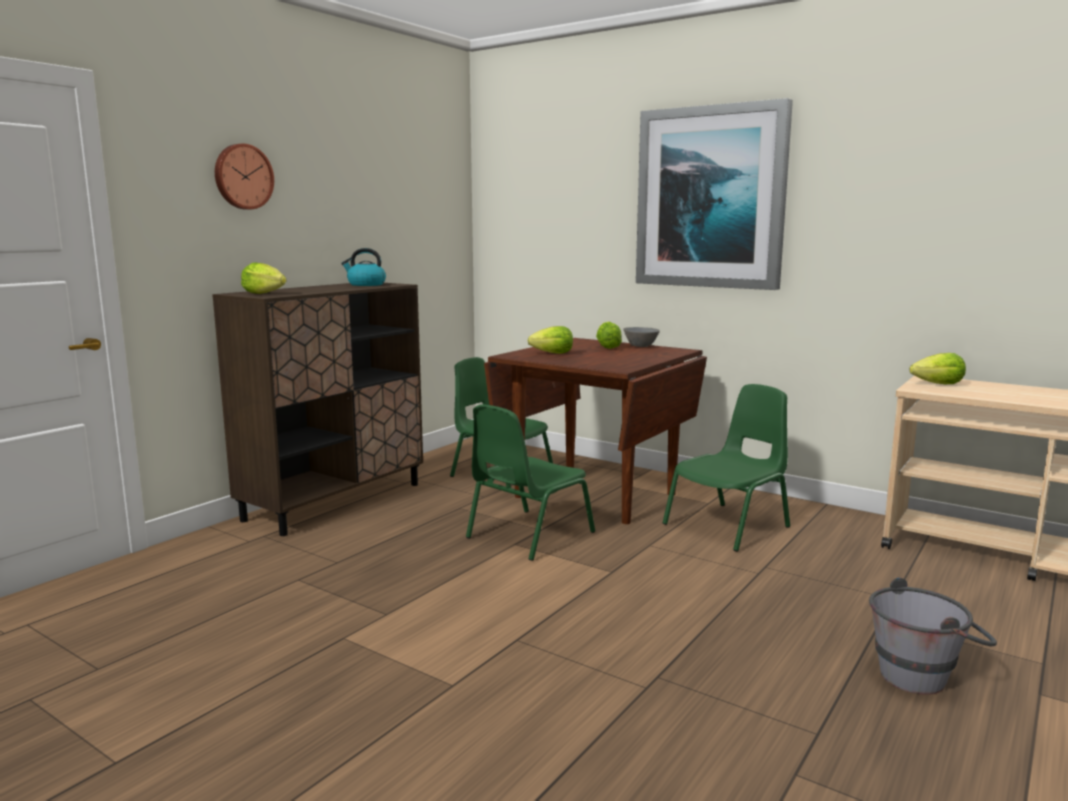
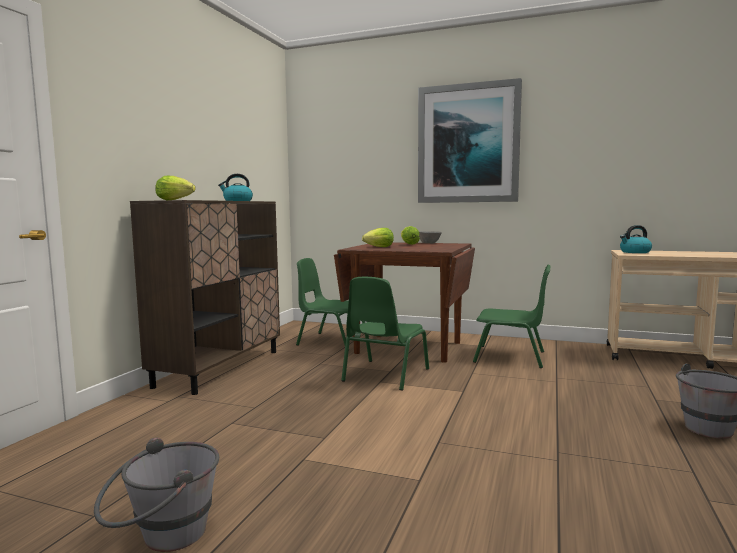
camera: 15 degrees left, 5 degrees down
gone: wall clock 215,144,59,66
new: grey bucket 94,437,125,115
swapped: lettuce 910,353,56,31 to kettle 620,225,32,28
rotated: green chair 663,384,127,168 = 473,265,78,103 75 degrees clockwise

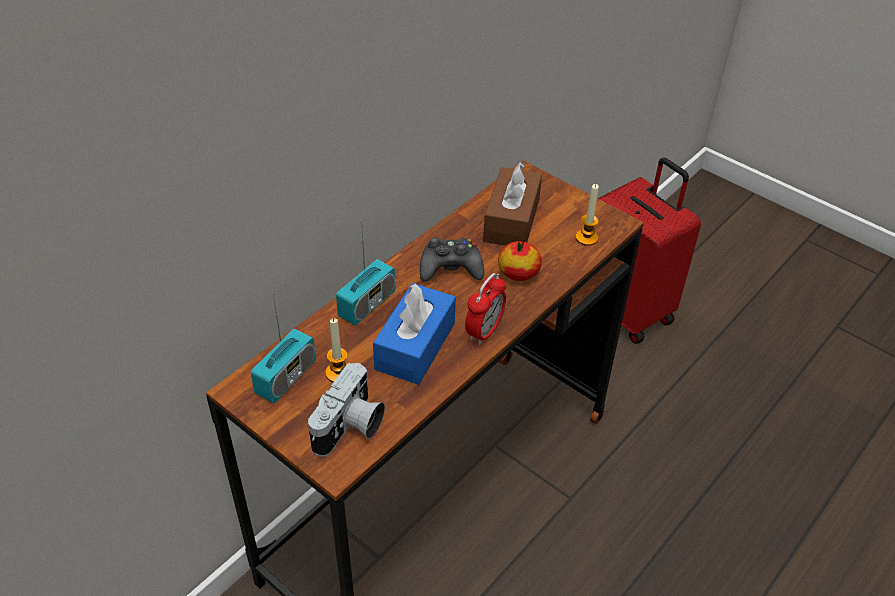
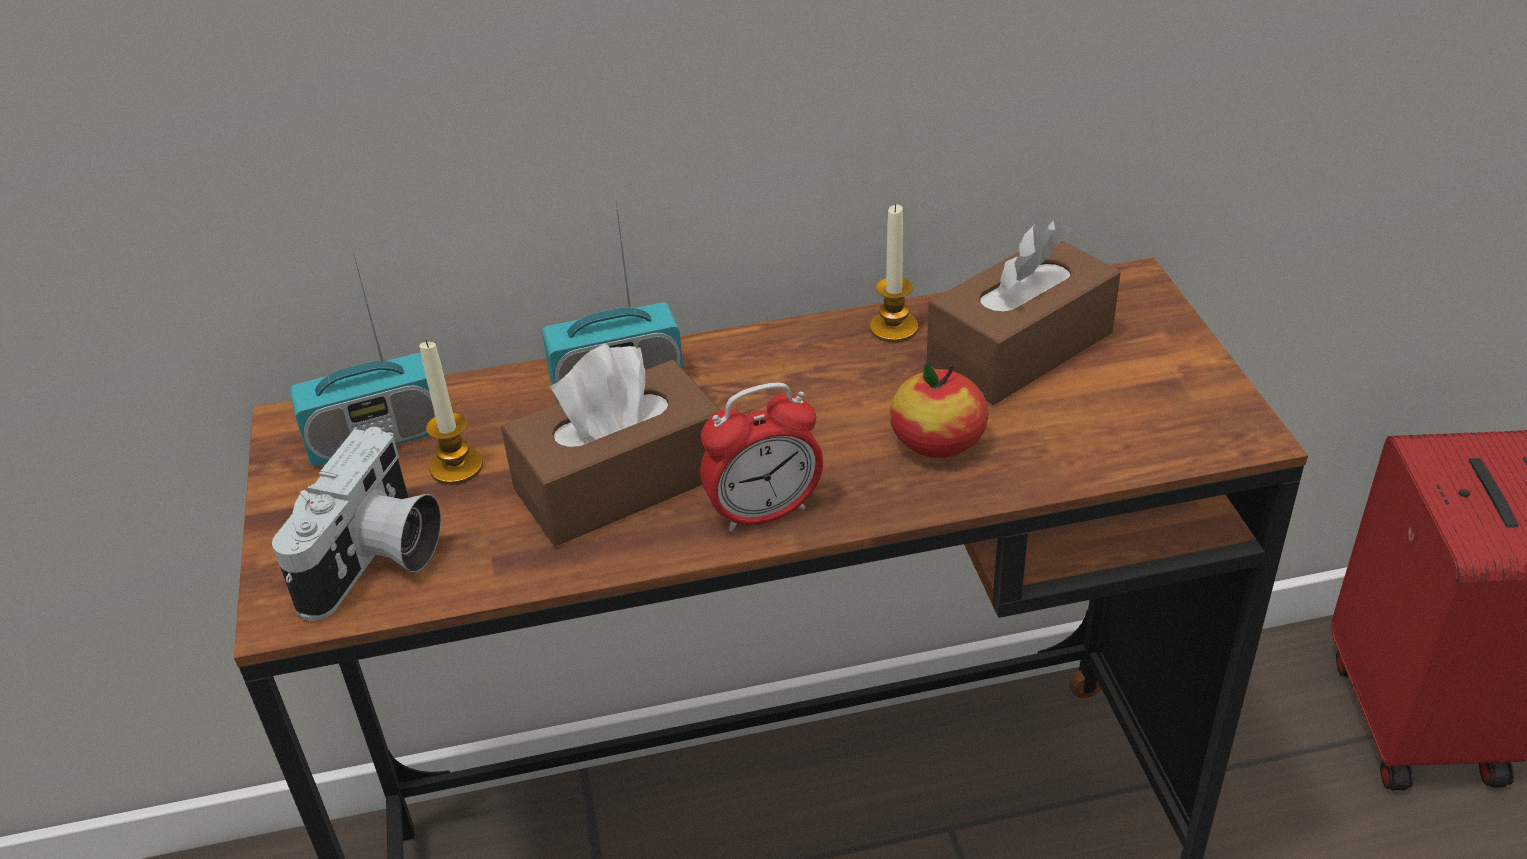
camera: 40 degrees right, 5 degrees down
gone: black game controller 420,237,64,44
shifted: candle 575,184,24,62 to 870,204,48,138
repainted: blue tissue box 373,283,83,102 to brown tissue box 501,344,220,202
rotated: photo camera 308,363,77,94 = 272,427,169,194 45 degrees counterclockwise

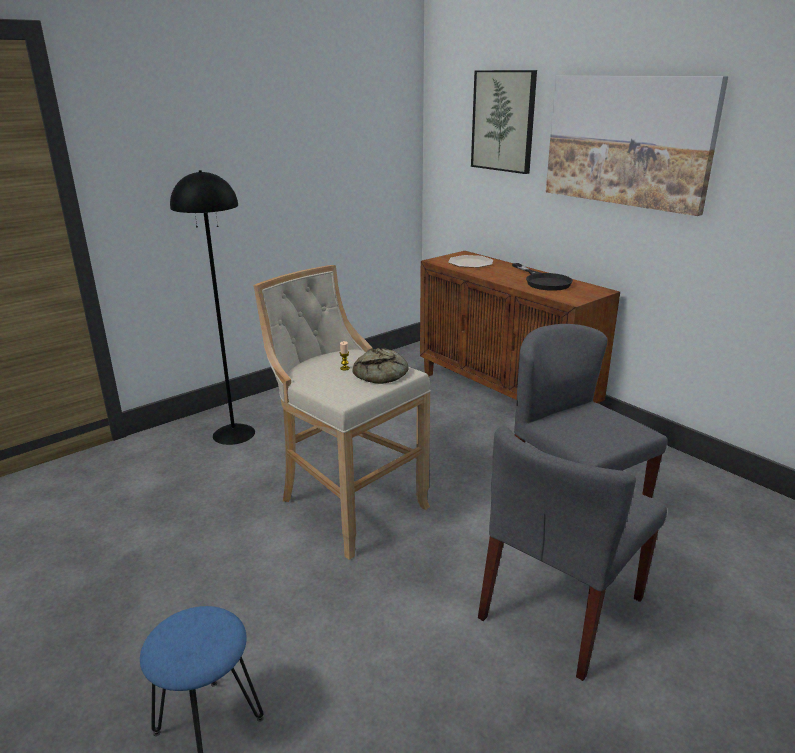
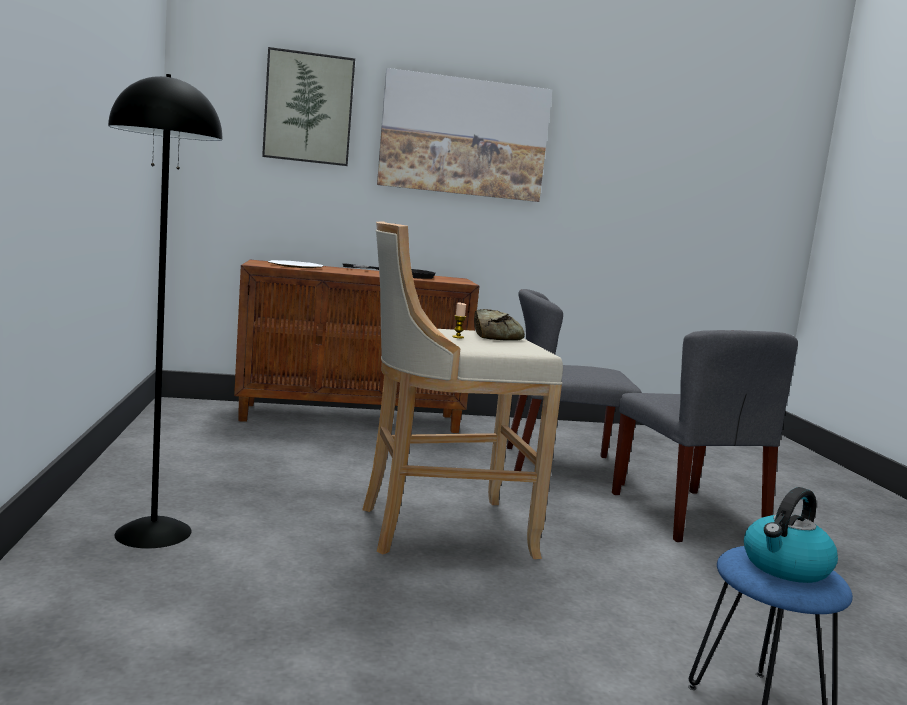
camera: 60 degrees left, 15 degrees down
new: kettle 744,487,94,96

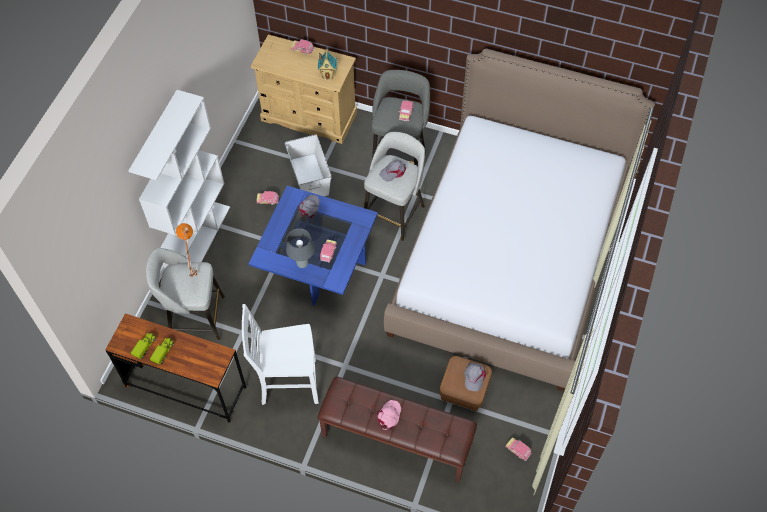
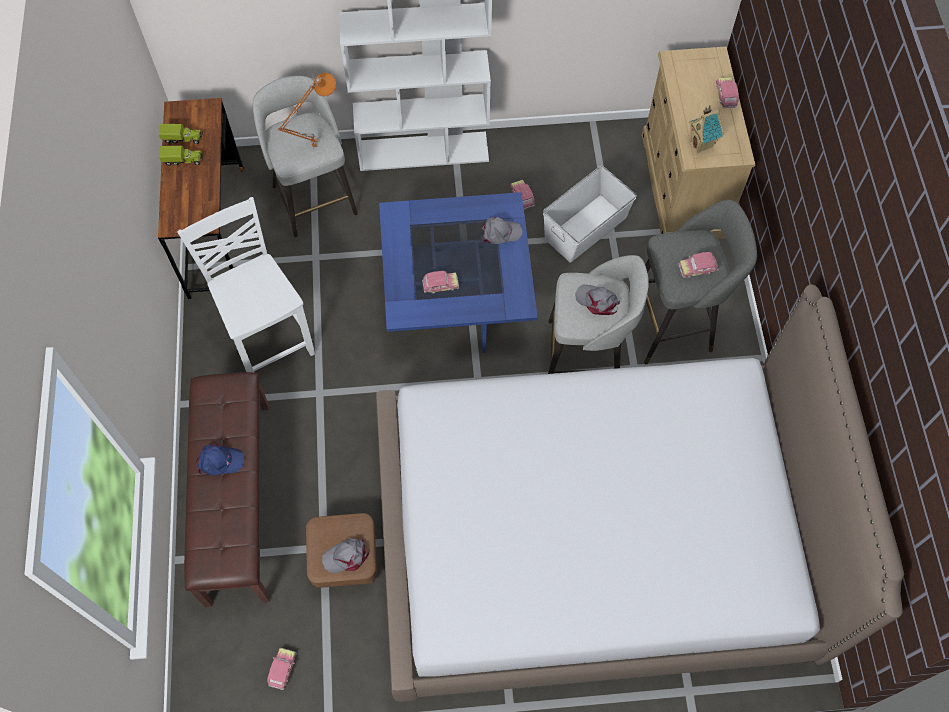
camera: 65 degrees right, 5 degrees up
gone: grey table lamp 286,229,29,39
repainted: pink cap 377,400,24,30 to blue cap 196,444,48,32

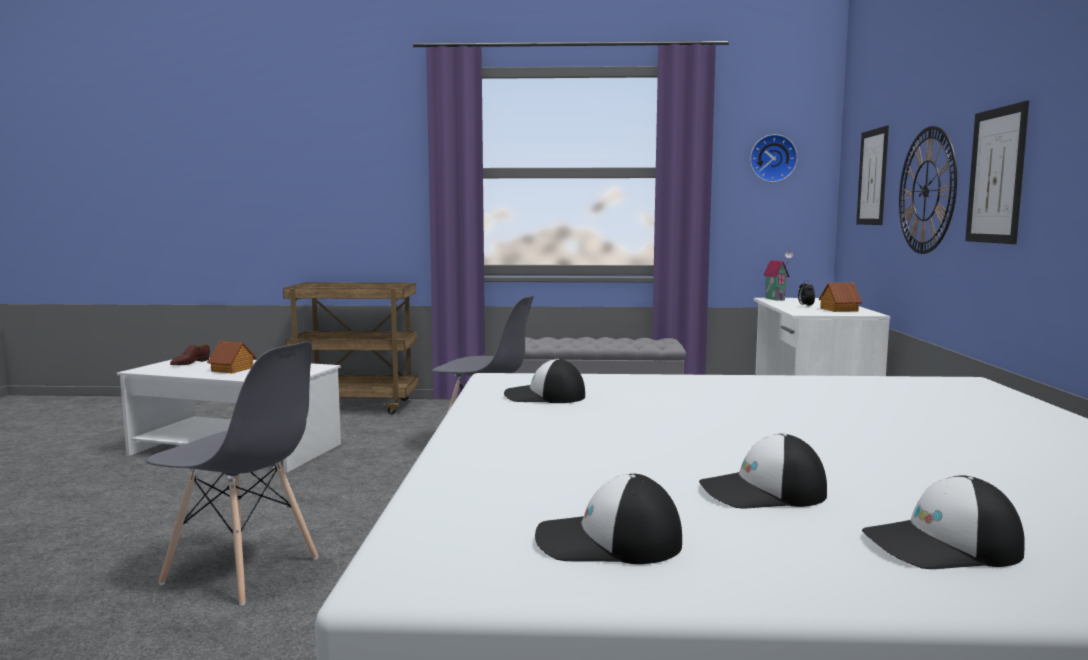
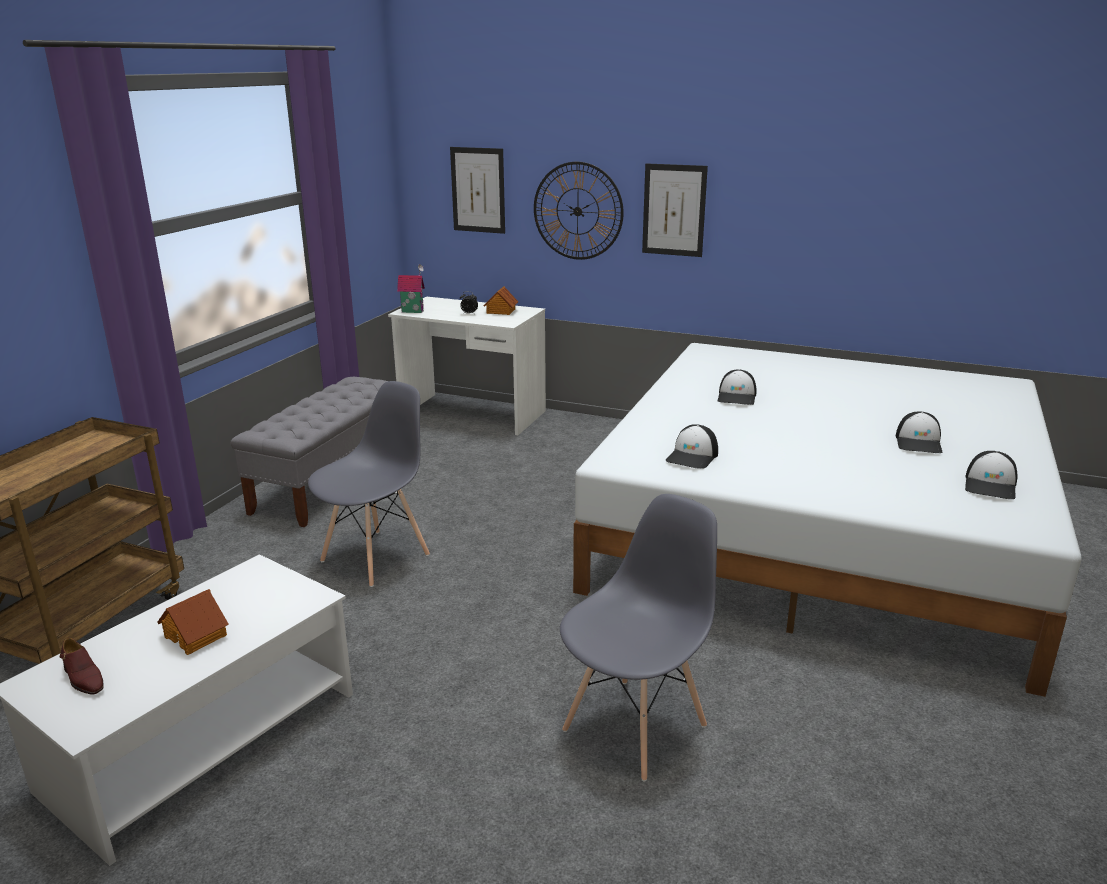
camera: 70 degrees left, 15 degrees up
gone: wall clock 750,134,48,48
shifted: cap 862,475,163,94 to 718,370,39,35

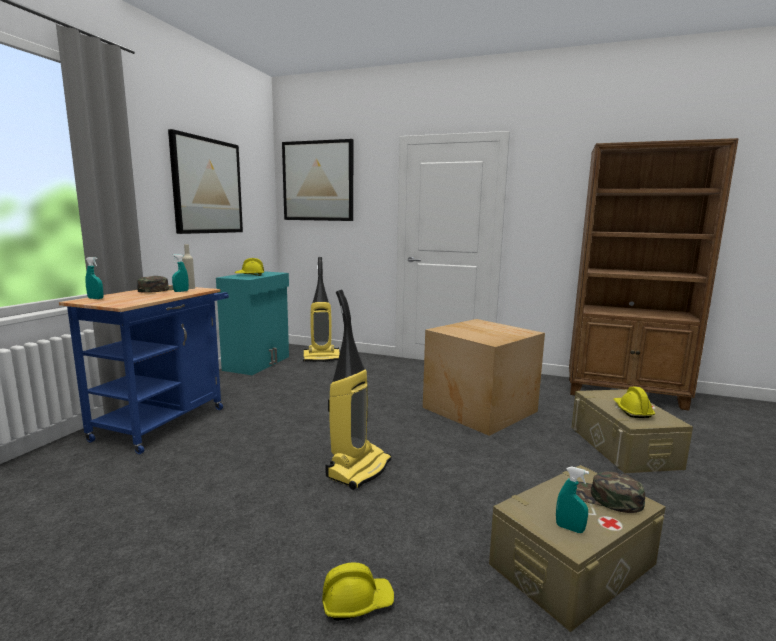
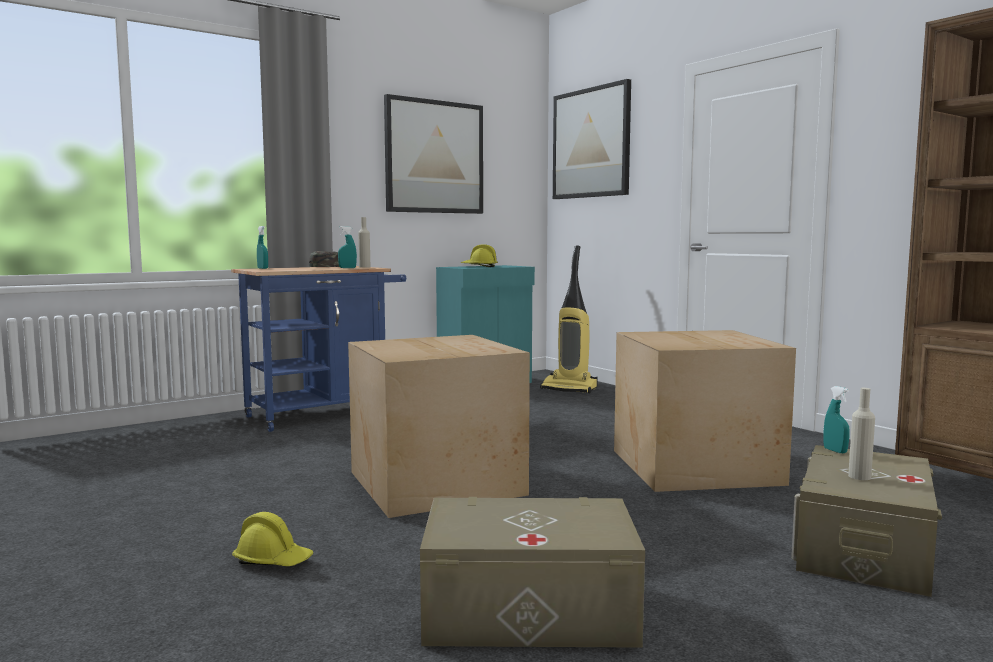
camera: 35 degrees right, 5 degrees down
gone: green cap 576,471,69,42
shifted: turquoise spray bottle 556,466,33,67 to 823,386,27,67
swapped: vacuum cleaner 326,290,65,200 to cardboard box 348,335,182,183; yellow hard hat 614,387,41,31 to beige bottle 848,388,27,92

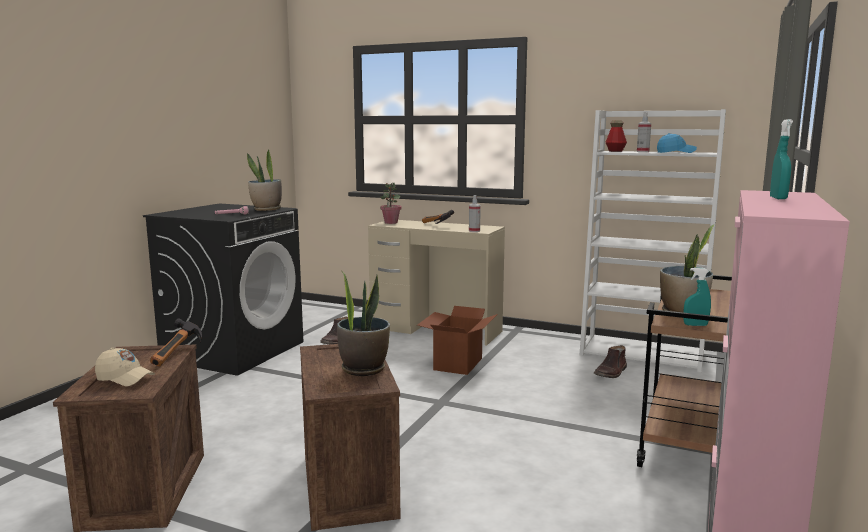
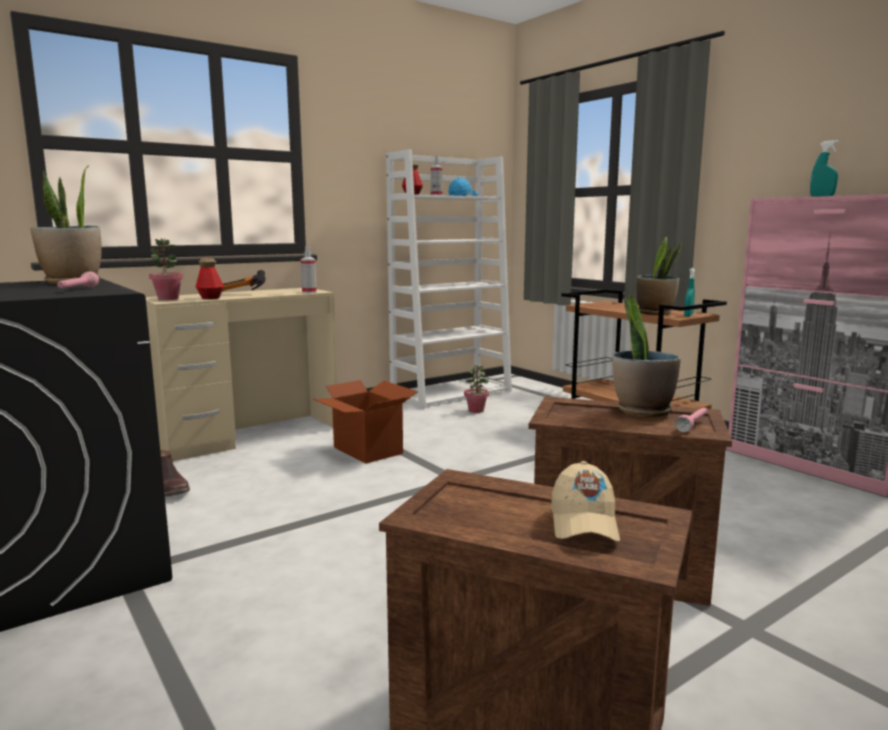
camera: 60 degrees left, 0 degrees up
gone: hammer 150,318,52,49
new: bottle 196,258,28,41; pink flashlight 675,407,32,25
swapped: brown boot 594,345,33,33 to potted plant 464,365,25,48
rotated: beige cap 95,348,60,38 = 551,461,69,81 135 degrees clockwise

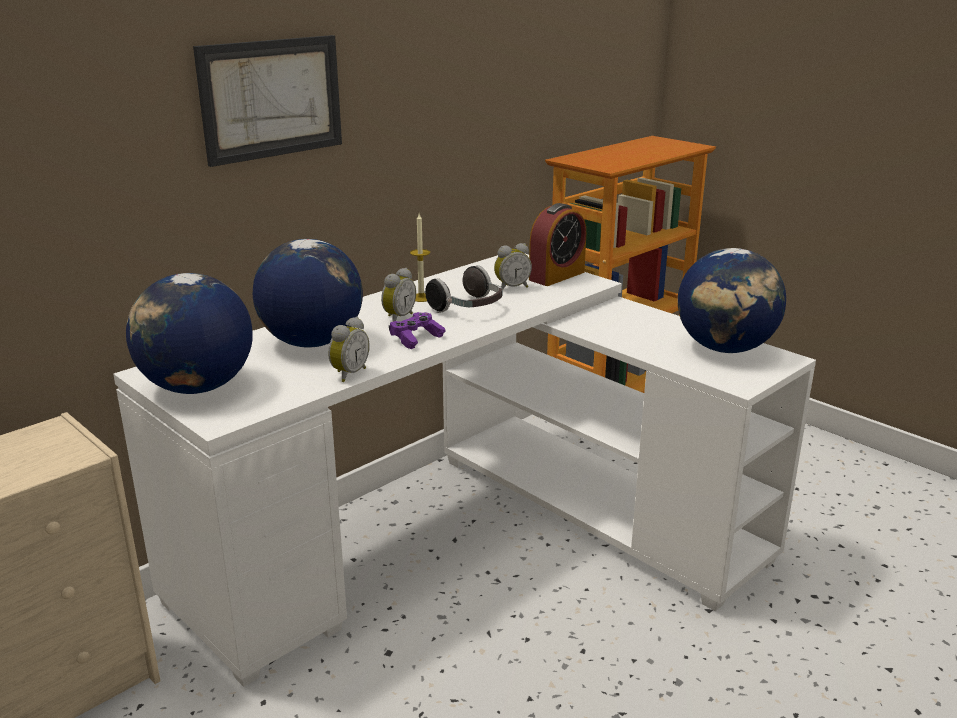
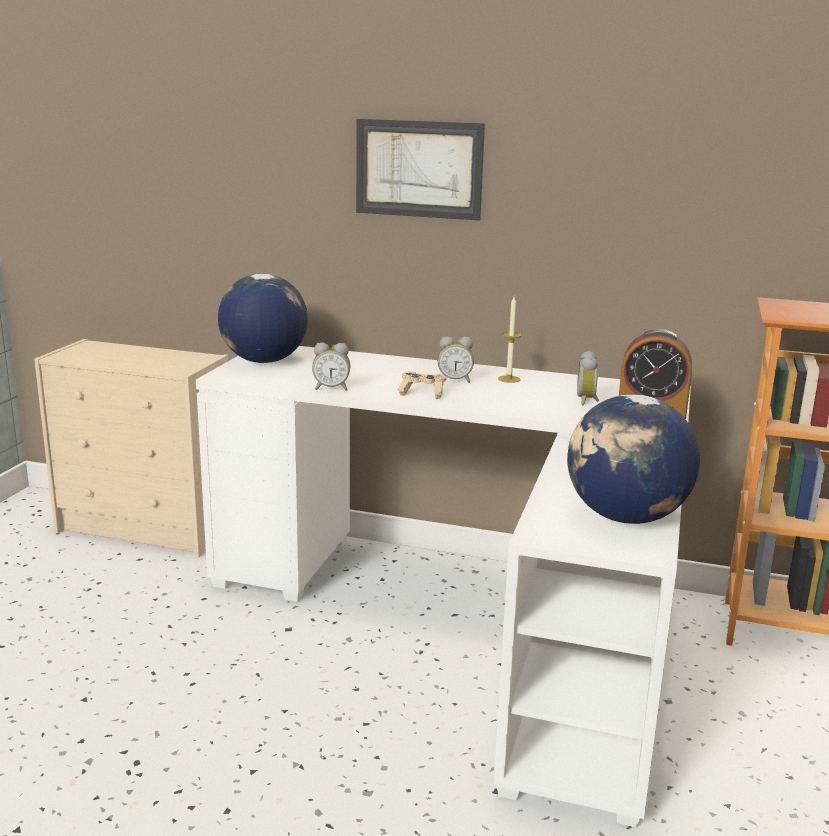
camera: 60 degrees right, 5 degrees down
gone: globe 253,239,110,109; headphones 425,265,78,48
repainted: purple game controller 389,312,57,37 to beige game controller 398,371,48,28
rotated: alarm clock 494,243,38,46 = 577,351,22,54 60 degrees clockwise

